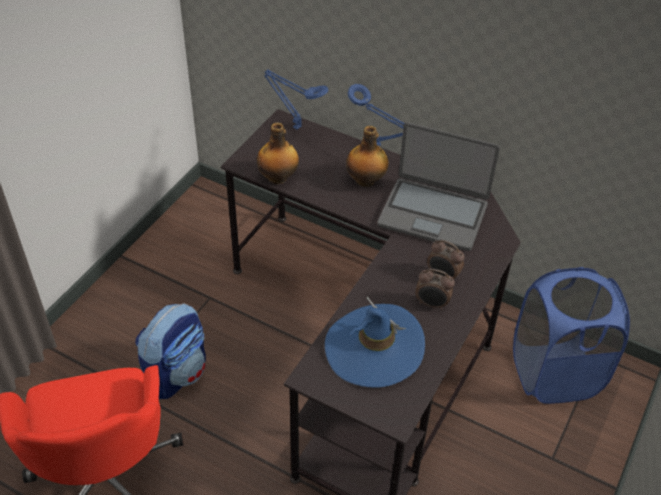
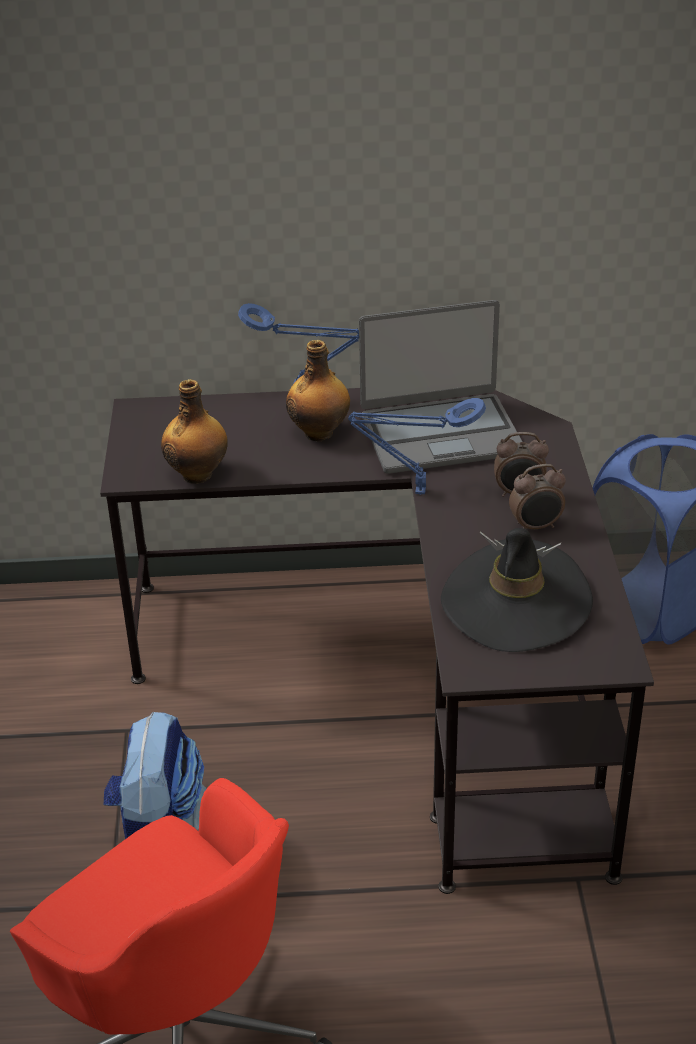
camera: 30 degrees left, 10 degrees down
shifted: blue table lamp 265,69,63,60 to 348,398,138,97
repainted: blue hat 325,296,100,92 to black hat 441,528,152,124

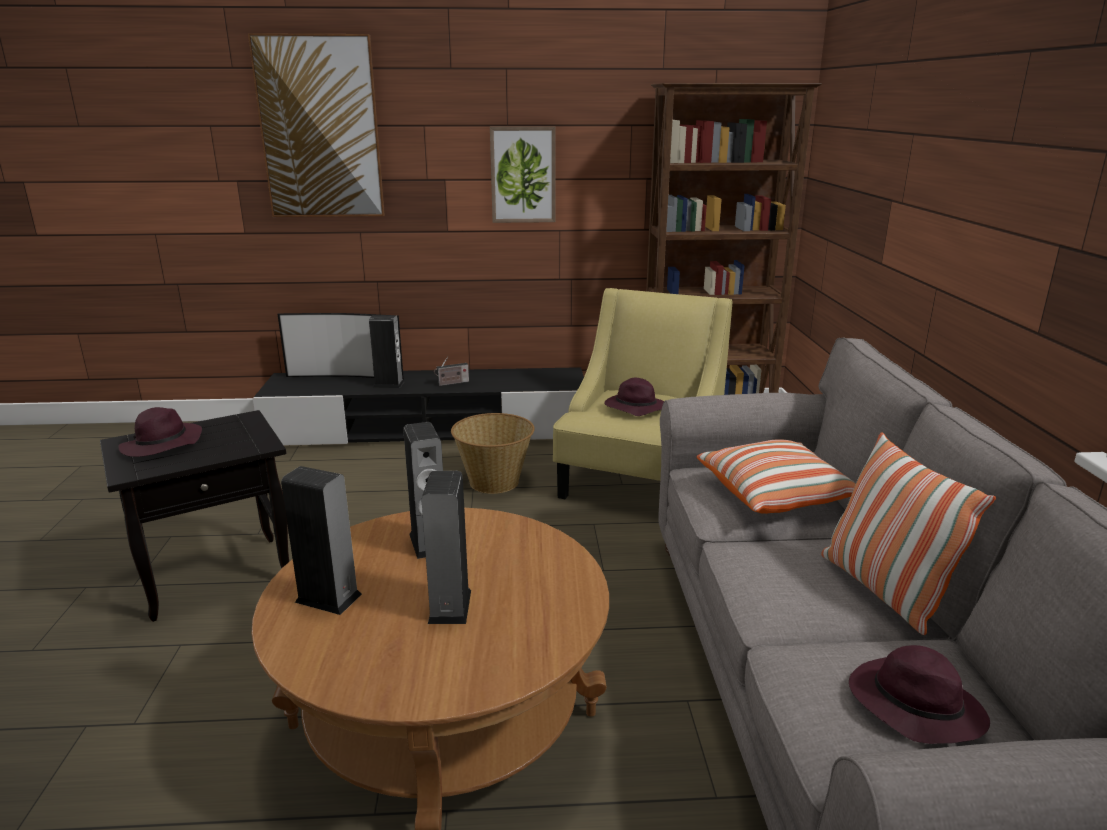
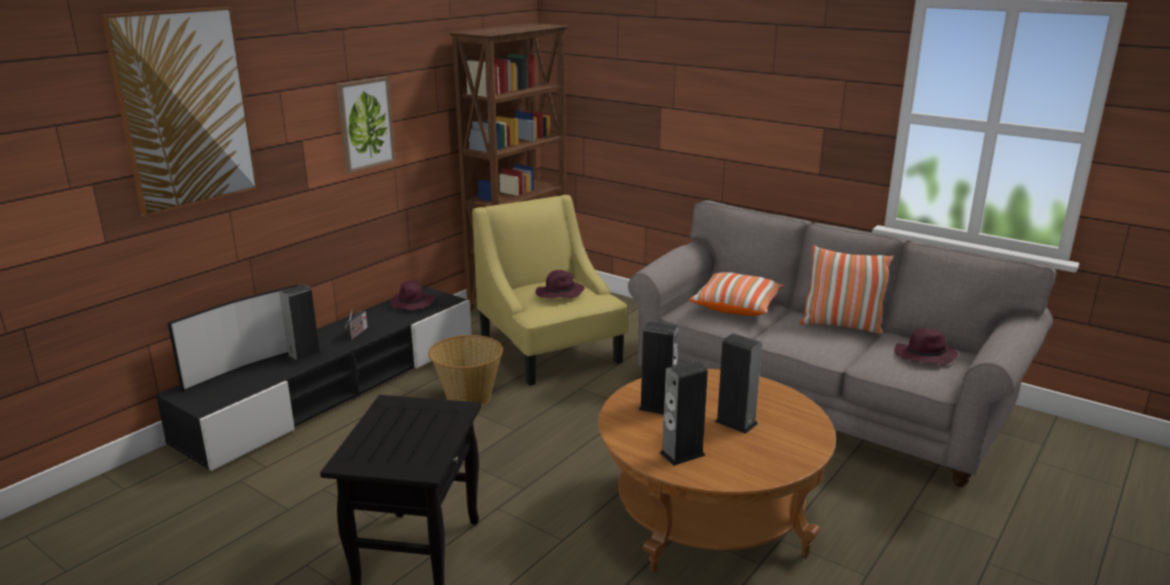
camera: 50 degrees left, 0 degrees up
shifted: purple hat 118,407,84,50 to 391,280,44,30

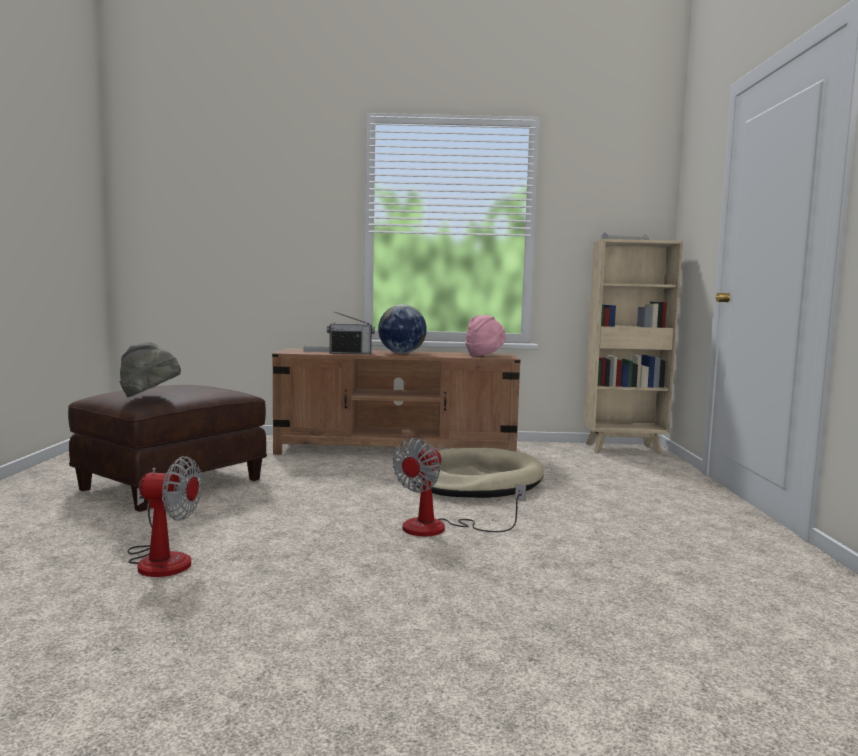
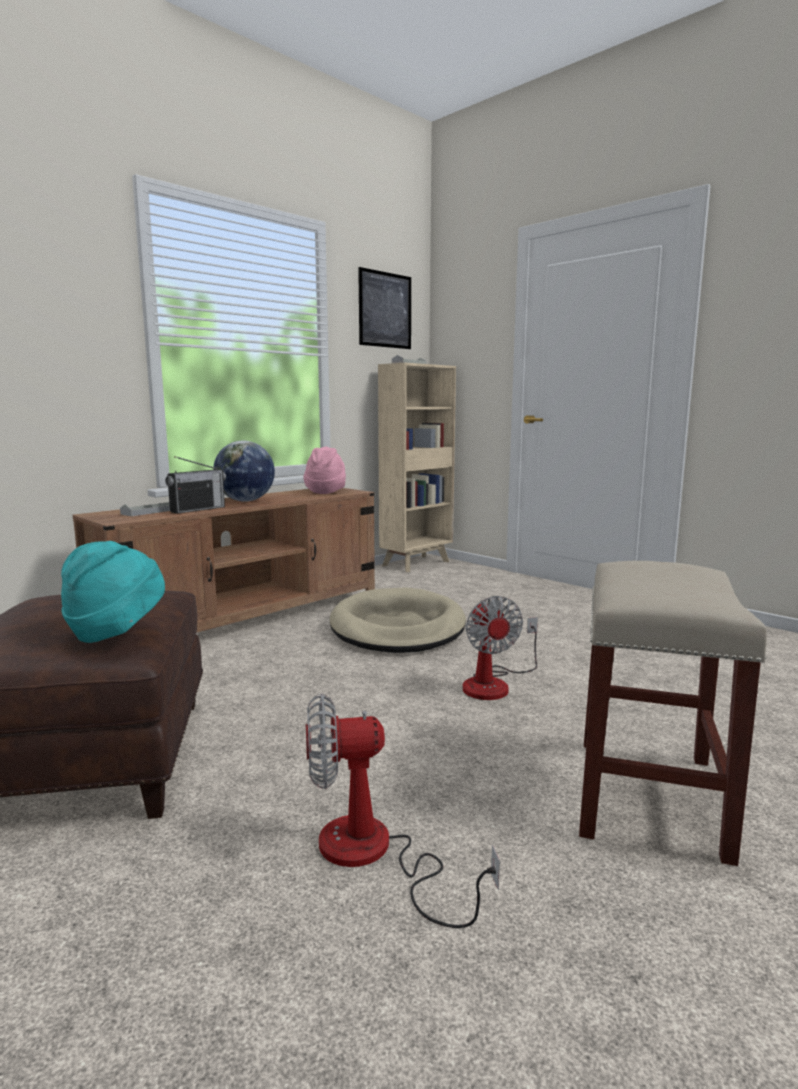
camera: 45 degrees left, 5 degrees up
new: picture 358,267,53,82; beige stool 579,561,188,305
repainted: grey hat 120,342,61,55 to turquoise hat 61,541,104,102
rotated: fan 127,456,75,121 = 306,693,194,235 150 degrees counterclockwise

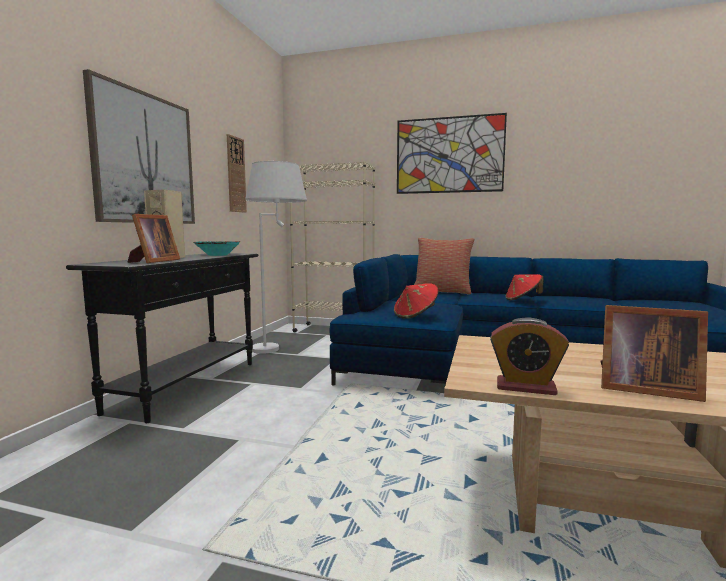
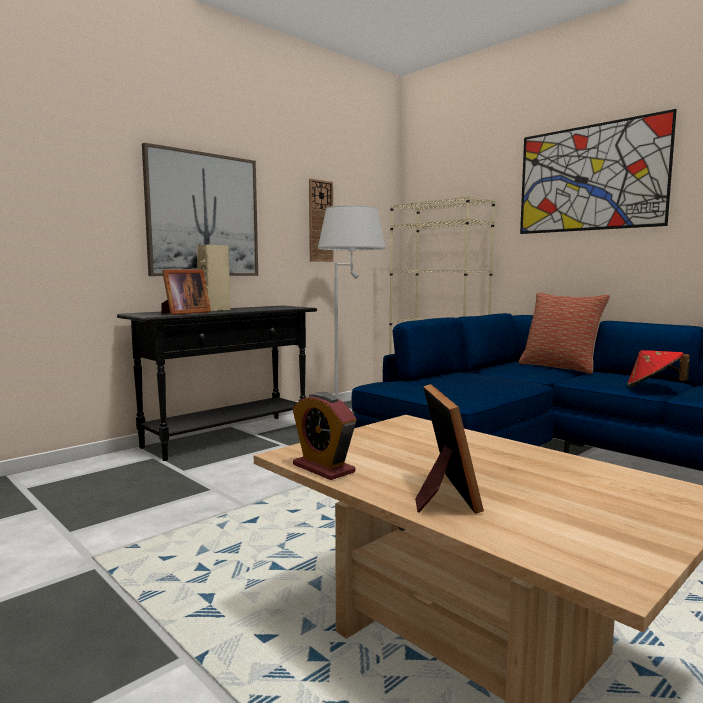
camera: 30 degrees right, 0 degrees up
gone: turquoise bowl 193,241,47,15; red hat 394,283,45,36
rotated: picture frame 600,305,108,97 = 415,384,69,130 150 degrees counterclockwise

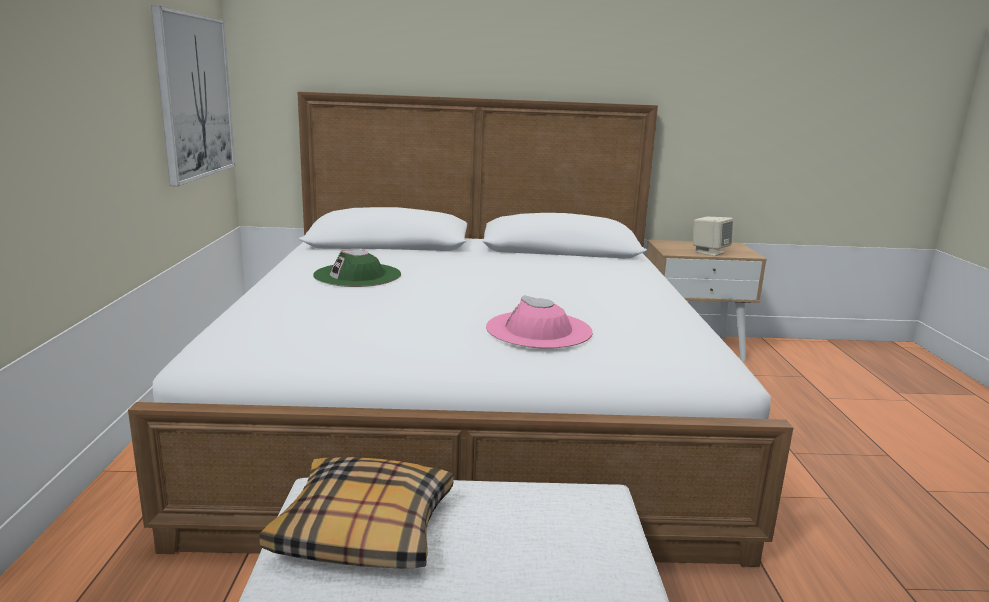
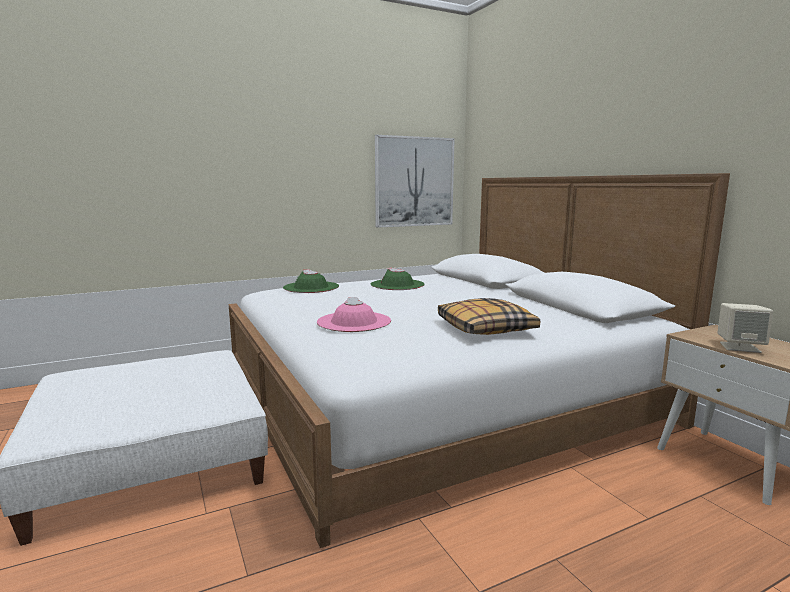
camera: 65 degrees right, 5 degrees down
new: green hat 283,269,56,24
shifted: pillow 259,457,195,112 to 438,298,102,37

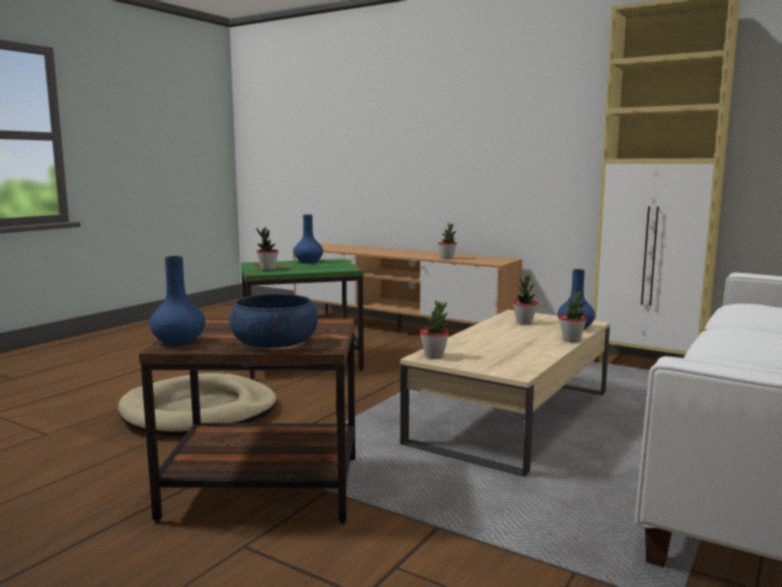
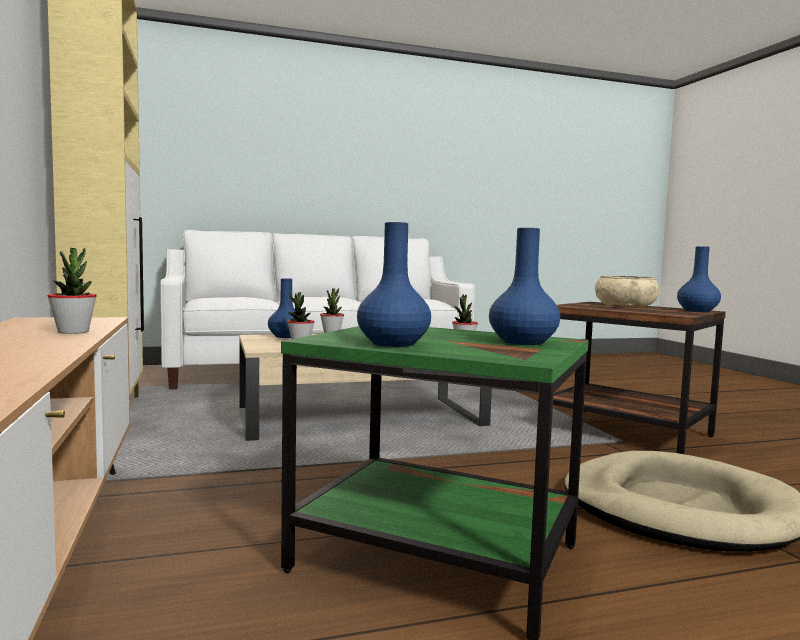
camera: 140 degrees left, 5 degrees down
swapped: potted plant 256,227,22,43 to blue vase 489,228,71,117
repainted: blue bowl 230,294,88,54 to beige bowl 595,276,64,31

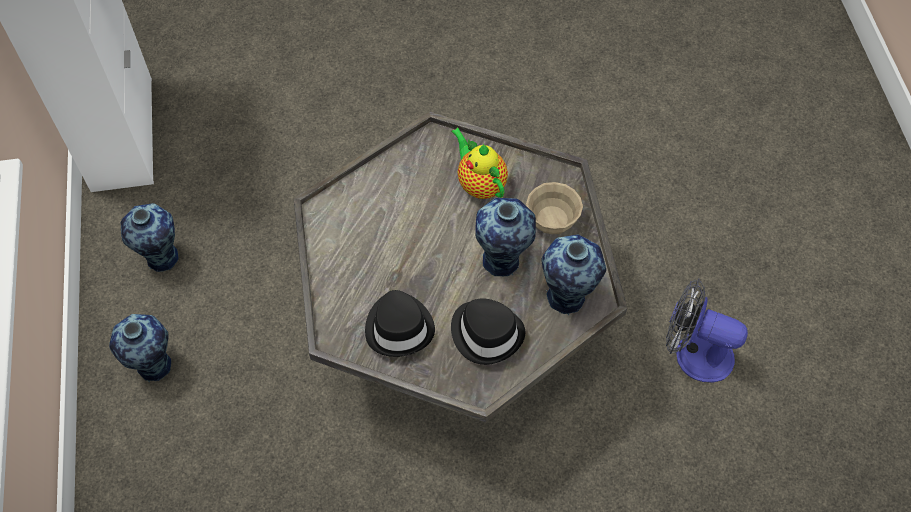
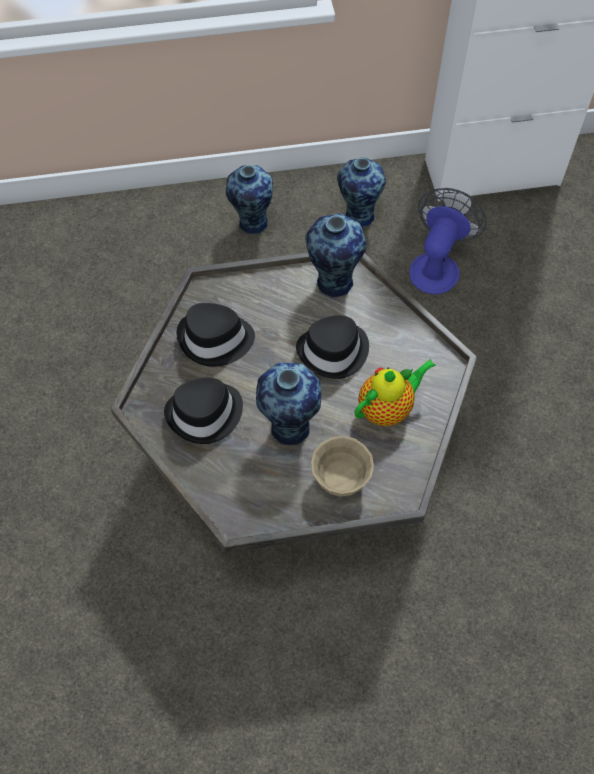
camera: 90 degrees right, 0 degrees up
new: black hat 296,315,73,64
shifted: vase 541,235,65,80 to 305,213,61,85; fan 666,279,82,104 to 410,188,77,106

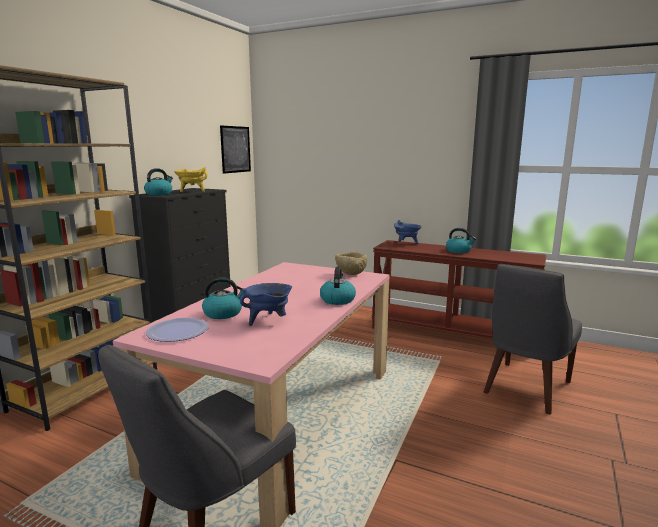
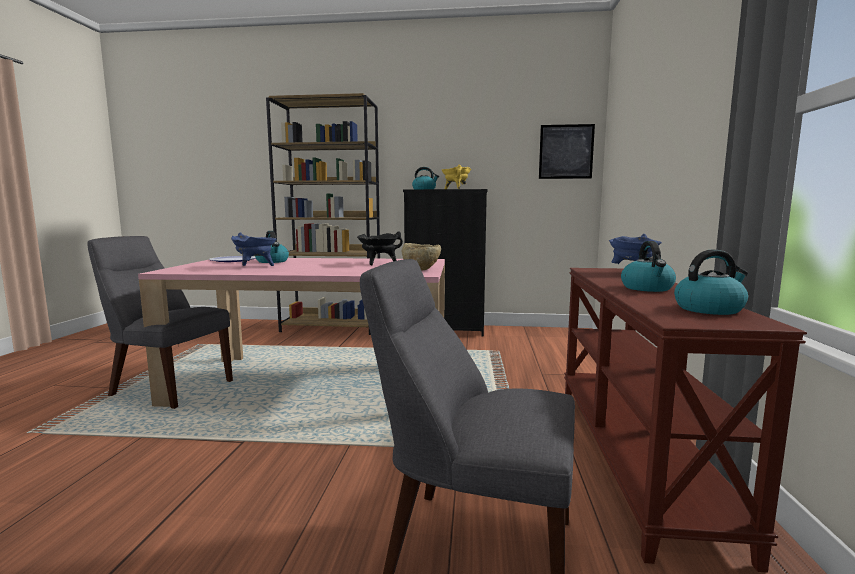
camera: 70 degrees right, 5 degrees down
new: black cooking pot 357,231,46,34
shifted: kettle 320,267,36,38 to 674,249,74,66

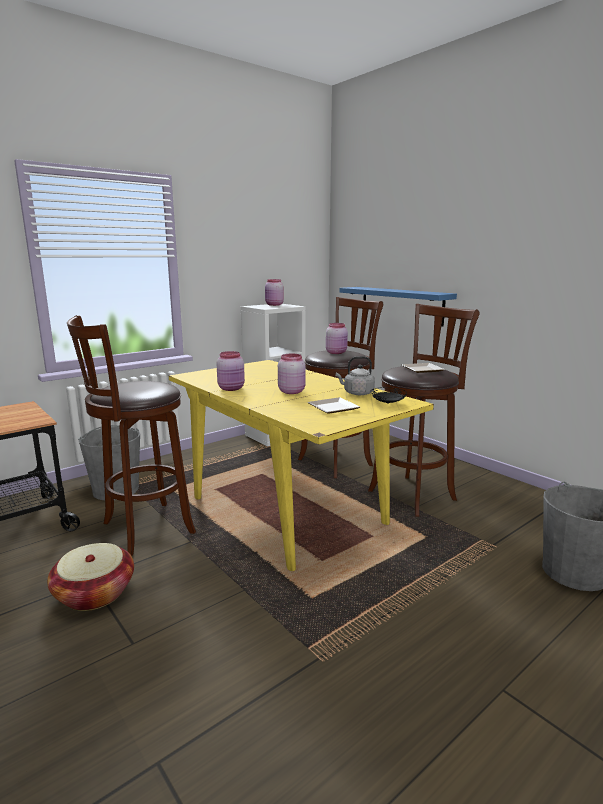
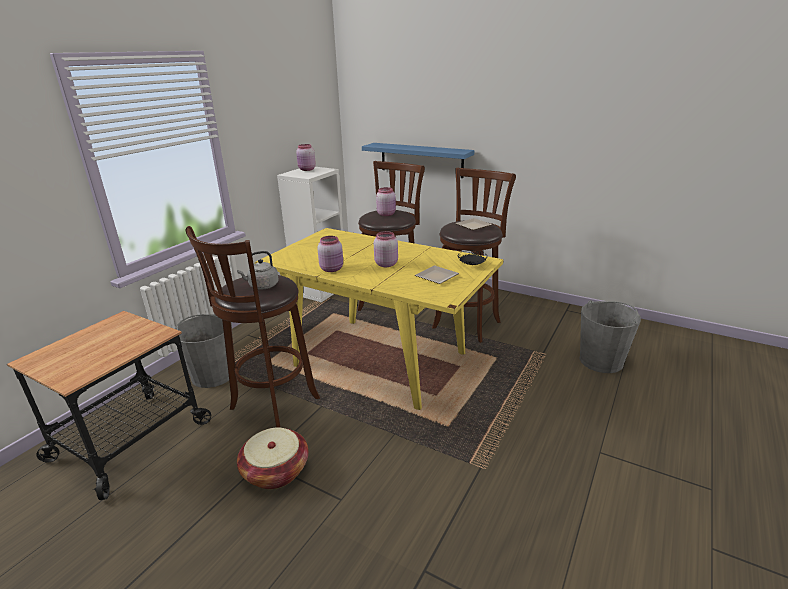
camera: 20 degrees left, 10 degrees up
shifted: grey kettle 336,356,39,39 to 237,251,41,39

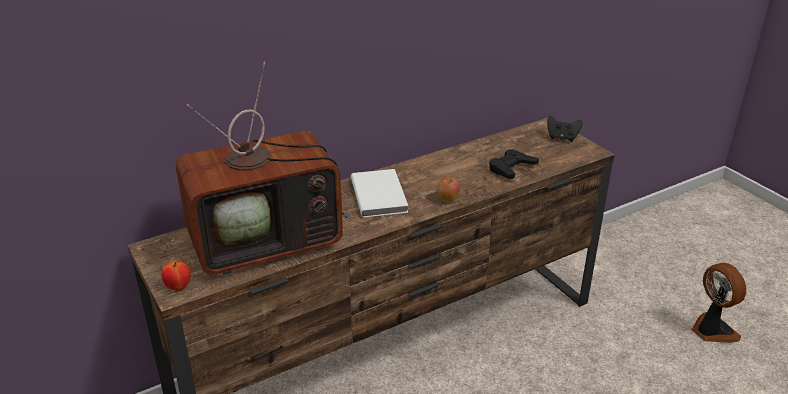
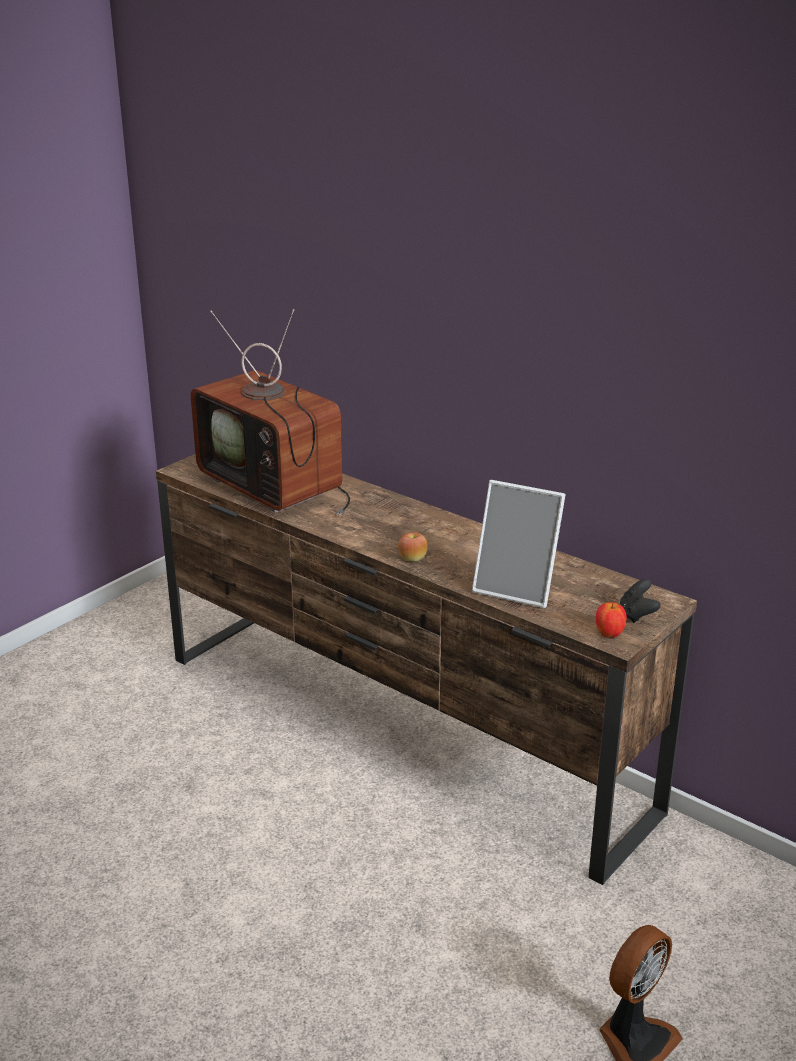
camera: 70 degrees right, 5 degrees down
gone: white book 351,169,57,49
shifted: apple 161,261,30,30 to 596,602,31,36
swapped: black game controller 489,149,50,30 to picture frame 472,480,94,128

